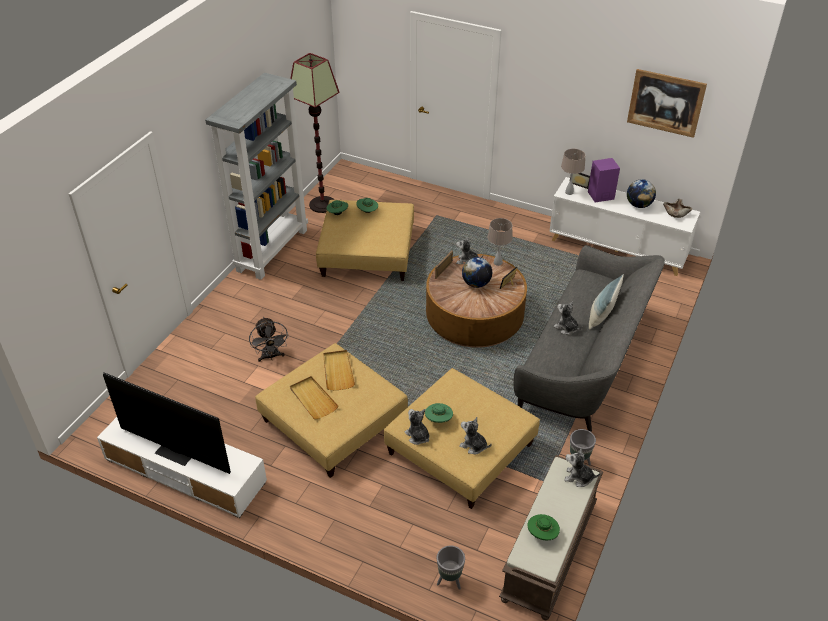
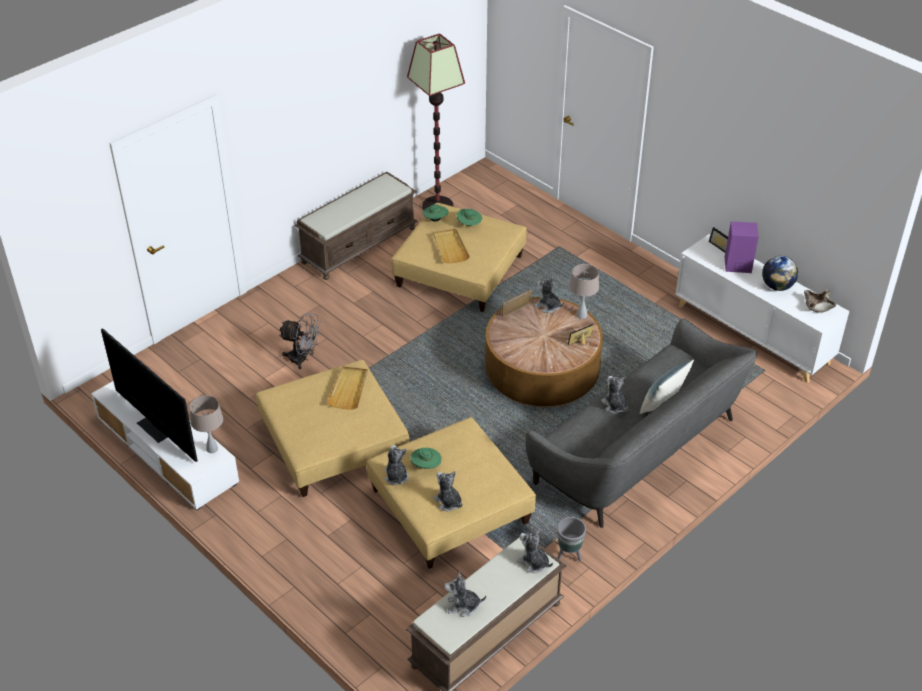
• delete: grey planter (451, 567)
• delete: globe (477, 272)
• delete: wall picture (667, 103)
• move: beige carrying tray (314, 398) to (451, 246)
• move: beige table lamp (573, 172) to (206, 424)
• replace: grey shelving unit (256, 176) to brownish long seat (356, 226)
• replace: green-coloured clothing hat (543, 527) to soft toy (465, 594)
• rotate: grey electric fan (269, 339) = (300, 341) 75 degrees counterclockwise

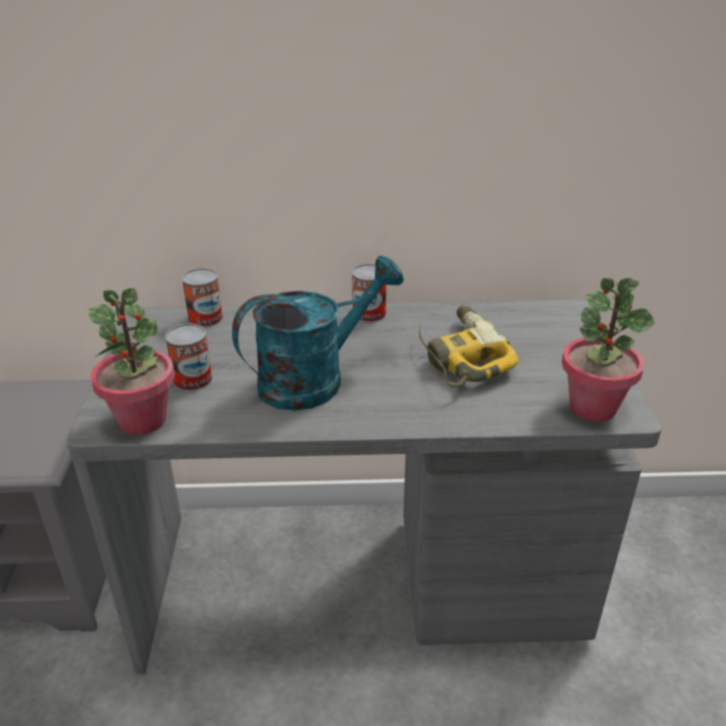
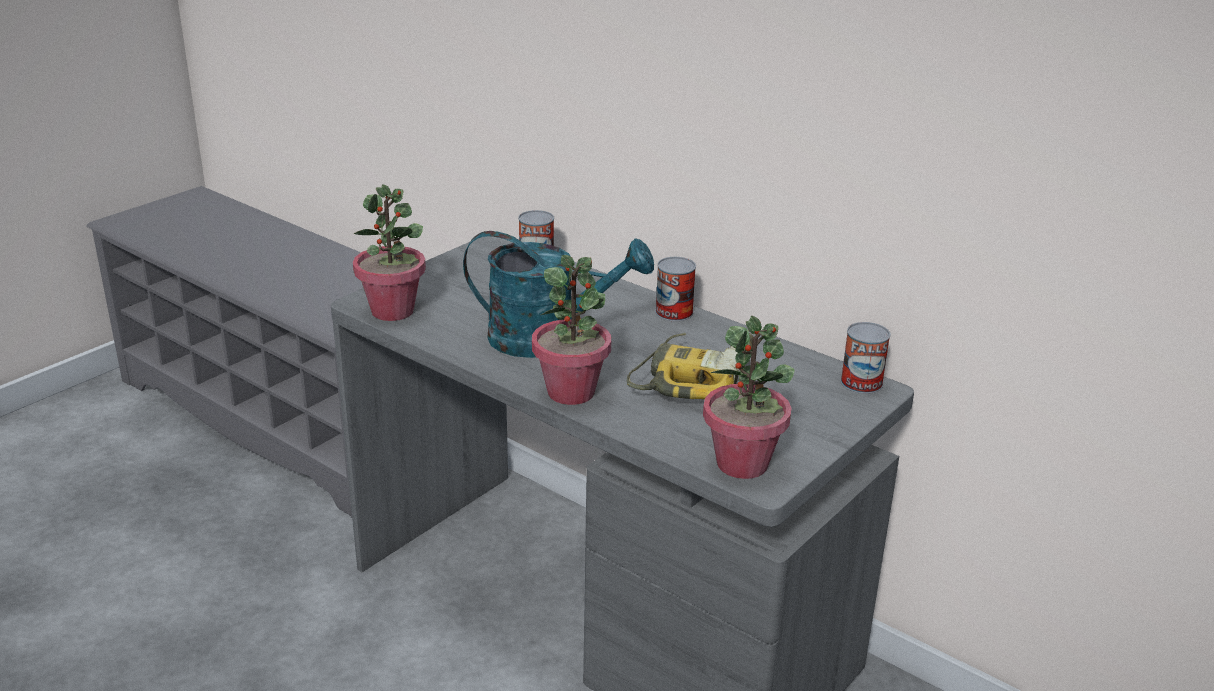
• insert: potted plant (571, 330)
• move: can (189, 357) to (865, 358)

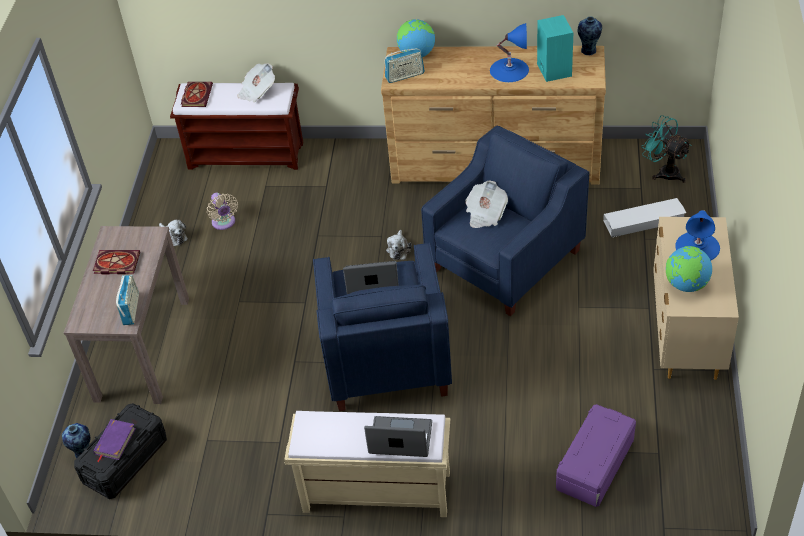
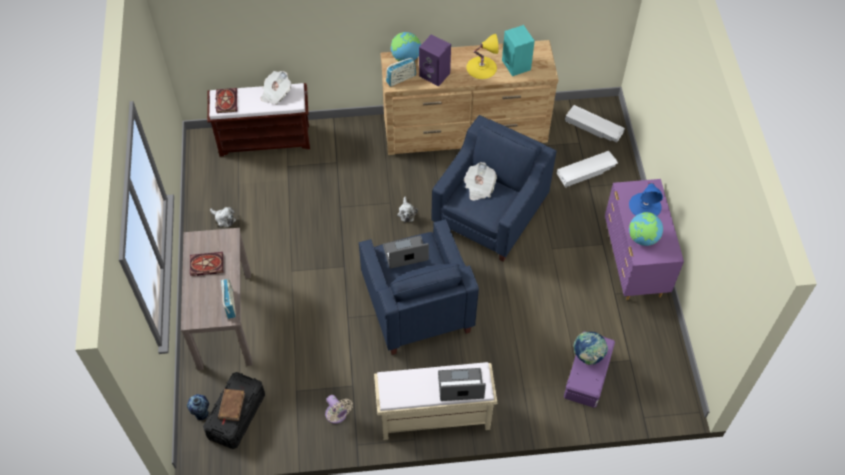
• delete: flower vase (590, 35)
• insert: purple-coloured audio speaker (435, 60)
• insert: globe (590, 348)
• move: beige electric fan (222, 211) to (339, 409)
• replace: blue-green electric fan (666, 149) to whitish storage box (595, 124)
• recolor: purple-coloured book (114, 440) to brownish book (231, 406)
• recolor: blue-coloured table lamp (509, 52) to yellowish table lamp (482, 56)
• recolor: beige dresser (696, 298) to purple-coloured dresser (644, 239)

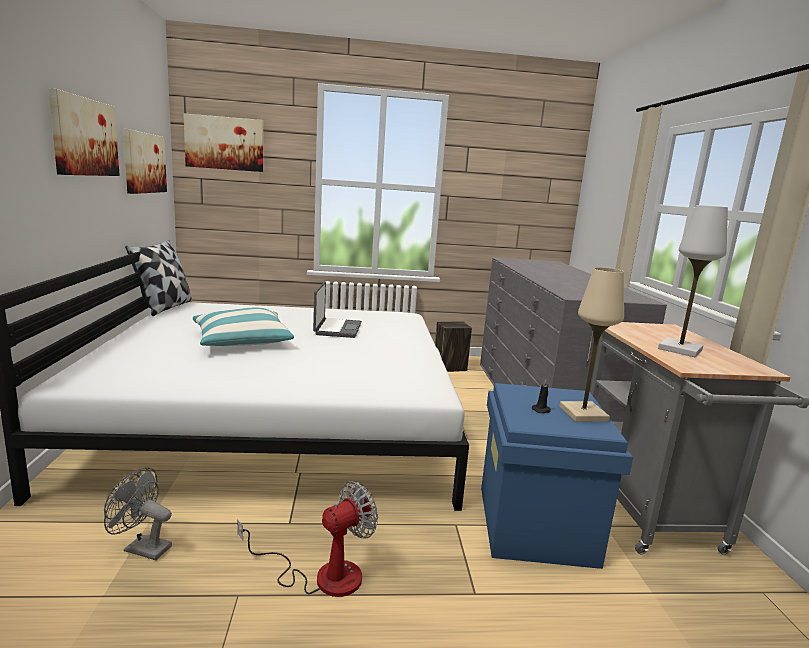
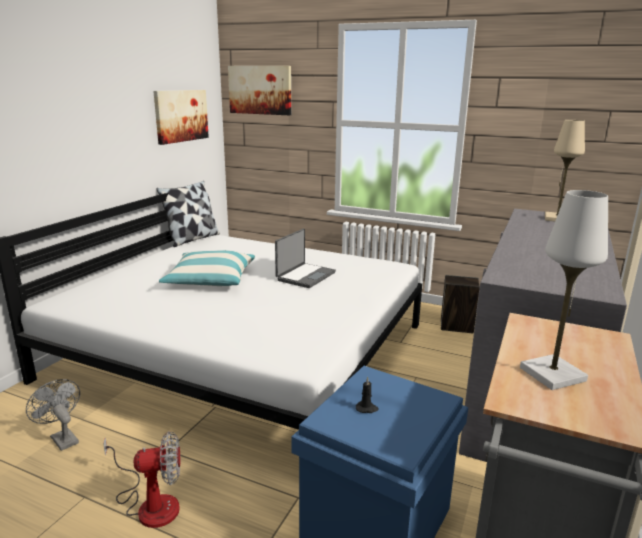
• delete: wall picture (84, 132)
• move: beige table lamp (591, 344) to (565, 170)

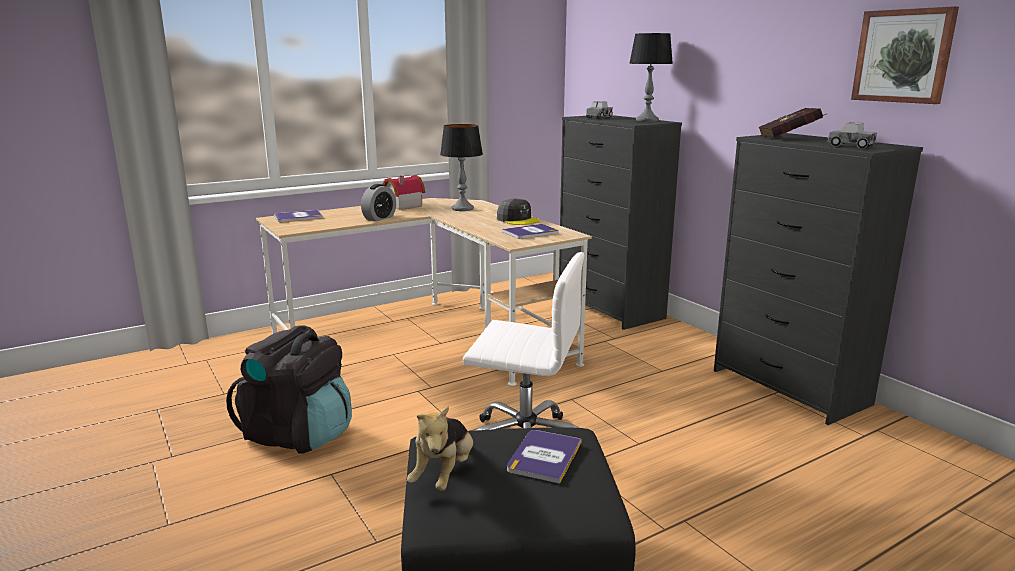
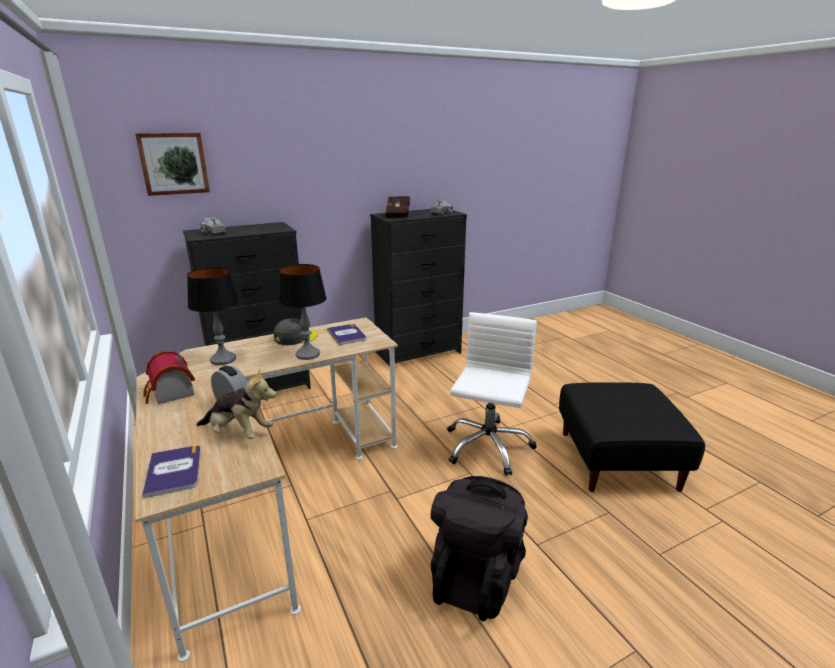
• delete: book (544, 457)
• move: soft toy (440, 448) to (237, 403)
• move: table lamp (651, 77) to (302, 312)
• move: wall picture (905, 55) to (172, 164)

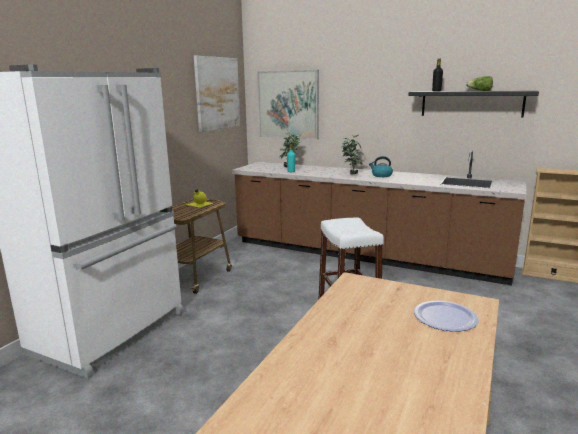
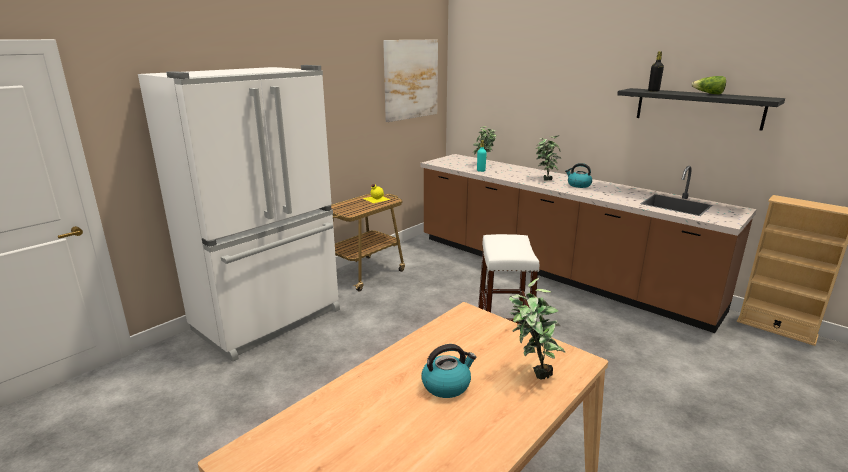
• delete: wall picture (288, 104)
• insert: tea kettle (448, 371)
• replace: dinner plate (446, 316) to potted plant (537, 328)

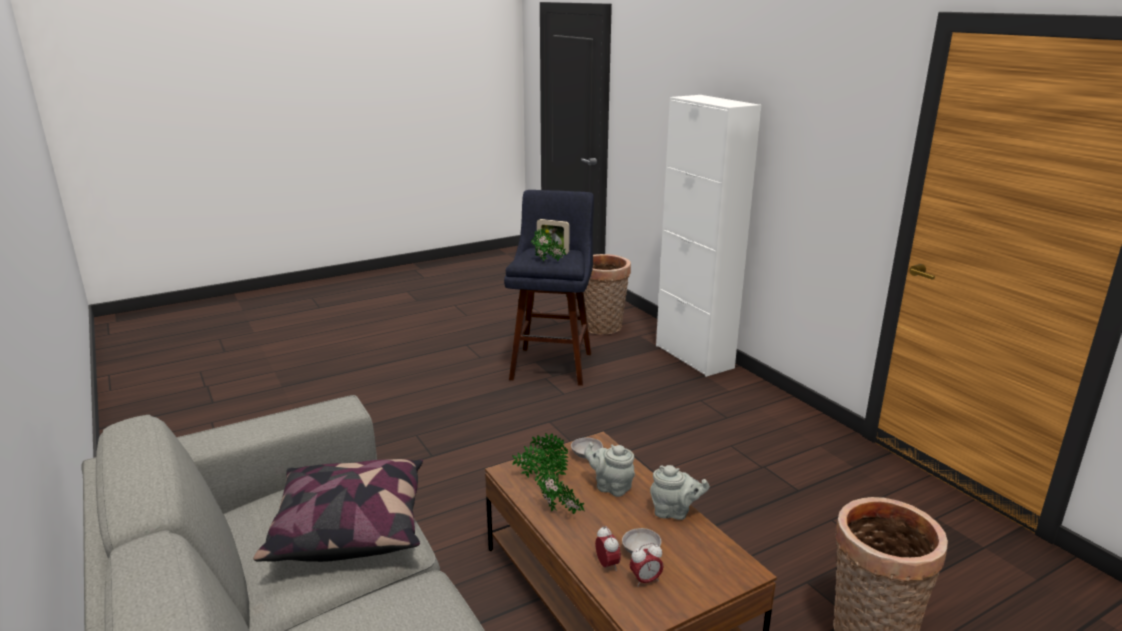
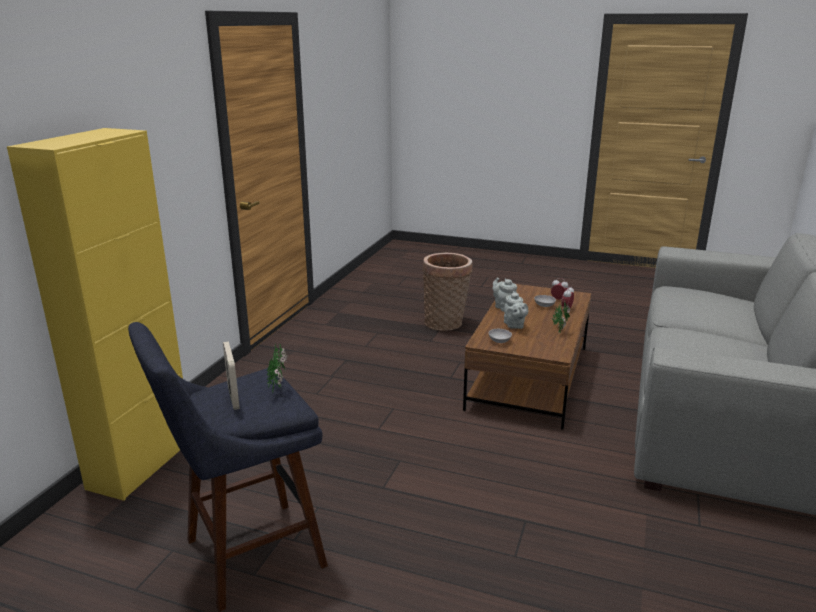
• delete: pillow (338, 510)
• delete: potted plant (540, 455)
• delete: household basket (607, 294)
• recolor: whitish cupboard (708, 236) to yellowish cupboard (95, 314)

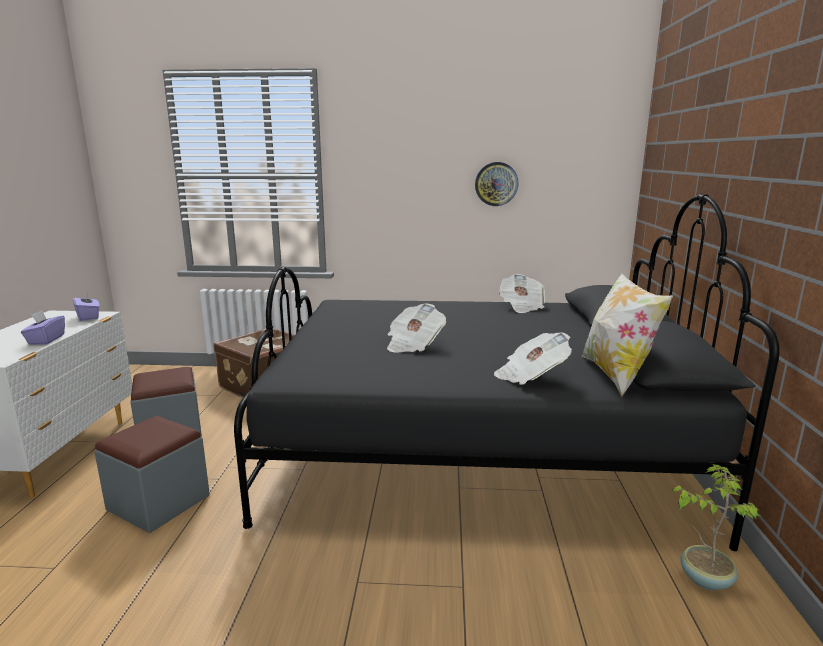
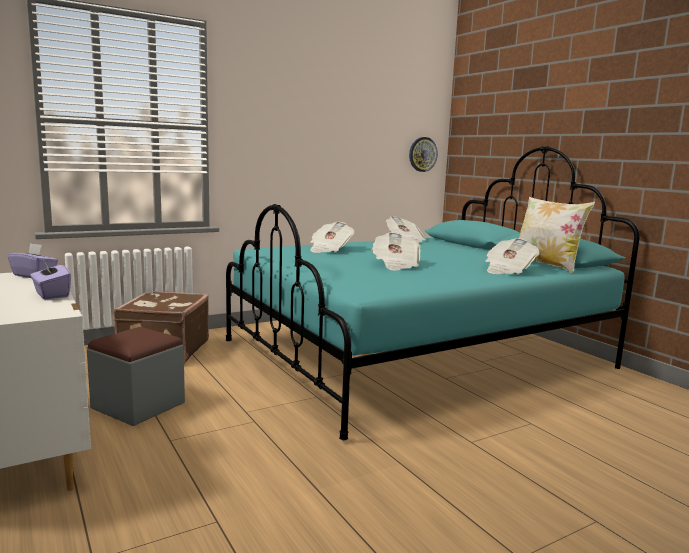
• delete: grey pouffe (152, 474)
• delete: potted plant (715, 527)
• insert: newspaper (332, 237)
• move: clock on the wall (496, 184) to (423, 154)
• recolor: black sleeping bed (507, 372) to blue-green sleeping bed (433, 293)

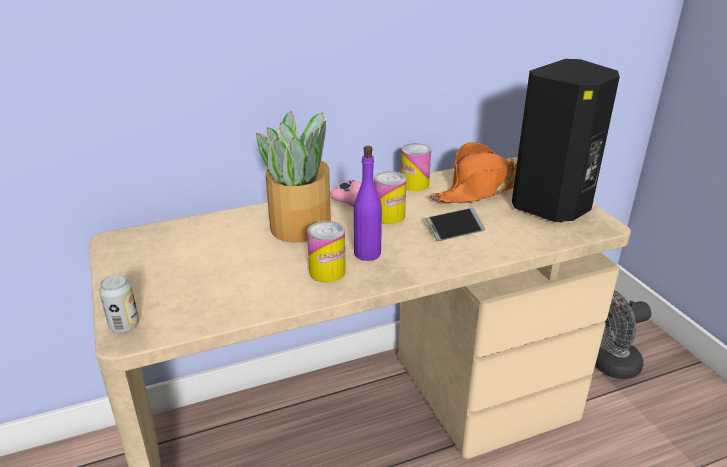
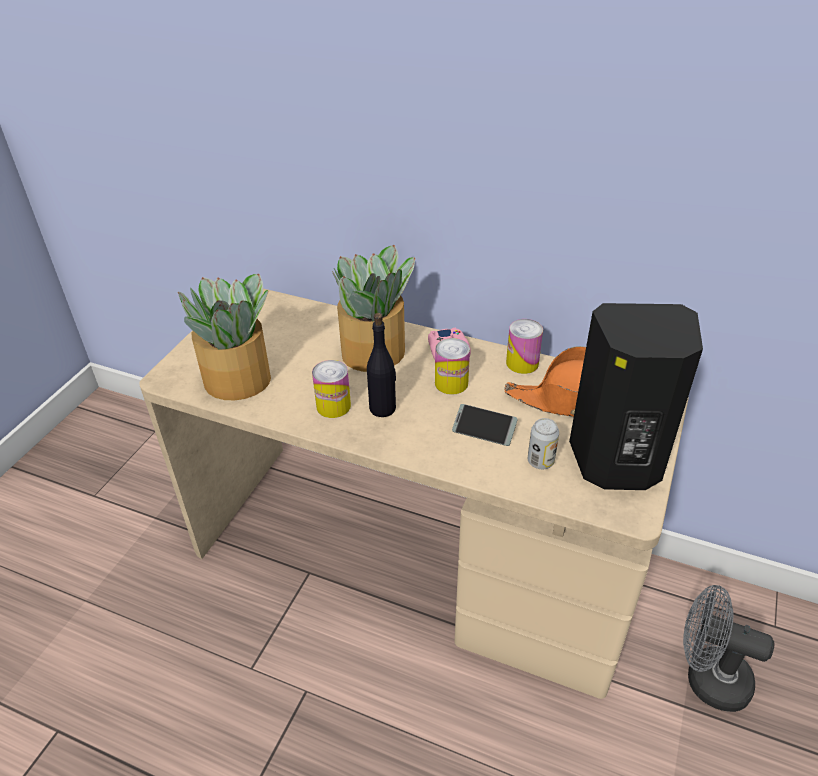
• insert: potted plant (224, 337)
• move: can (119, 303) to (543, 443)
• recolor: purple-coloured bottle (368, 203) to black bottle (381, 365)

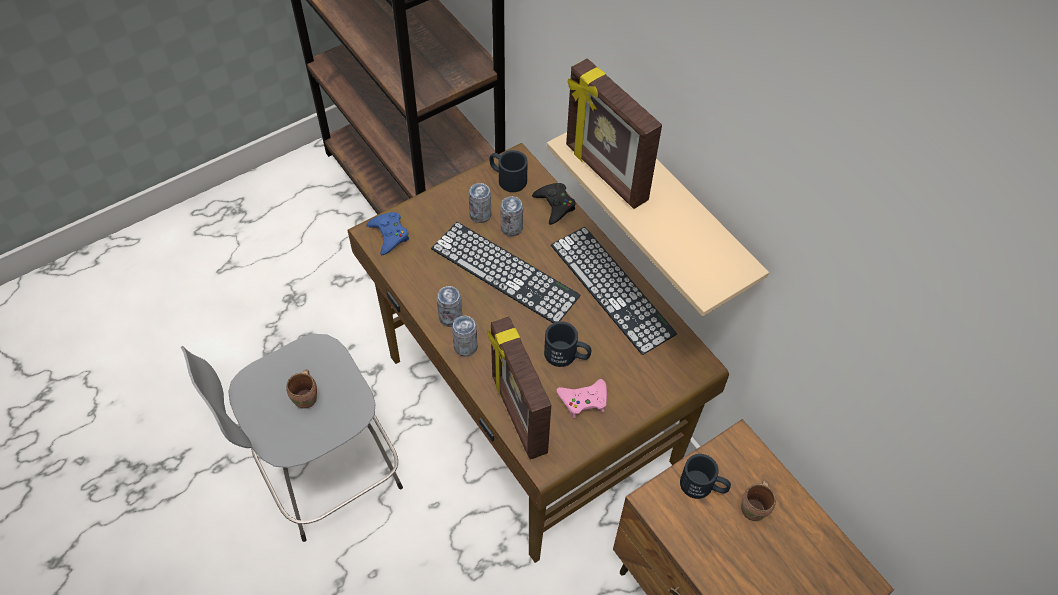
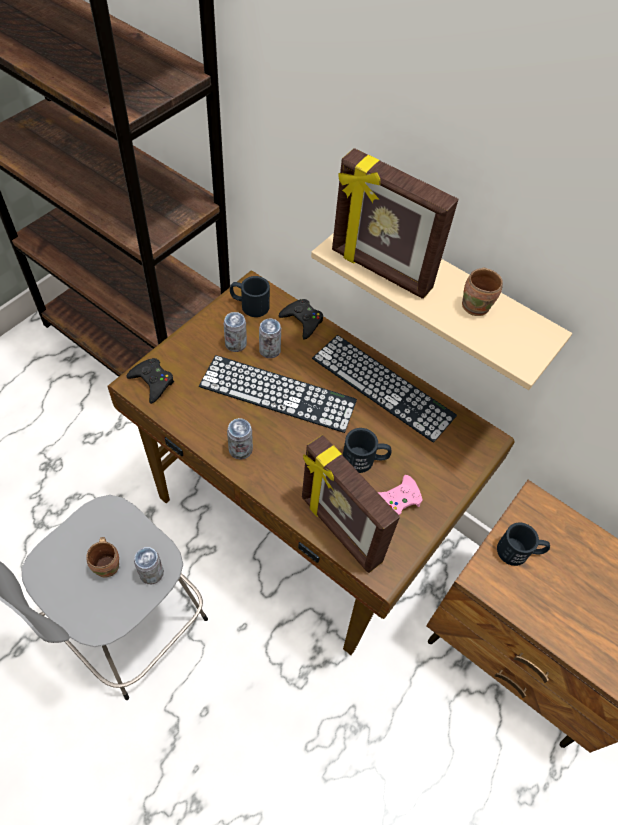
• move: can (465, 336) to (149, 565)
• move: brownish tea mug (758, 500) to (482, 291)
• recolor: blue-coloured game controller (388, 233) to black game controller (150, 381)

